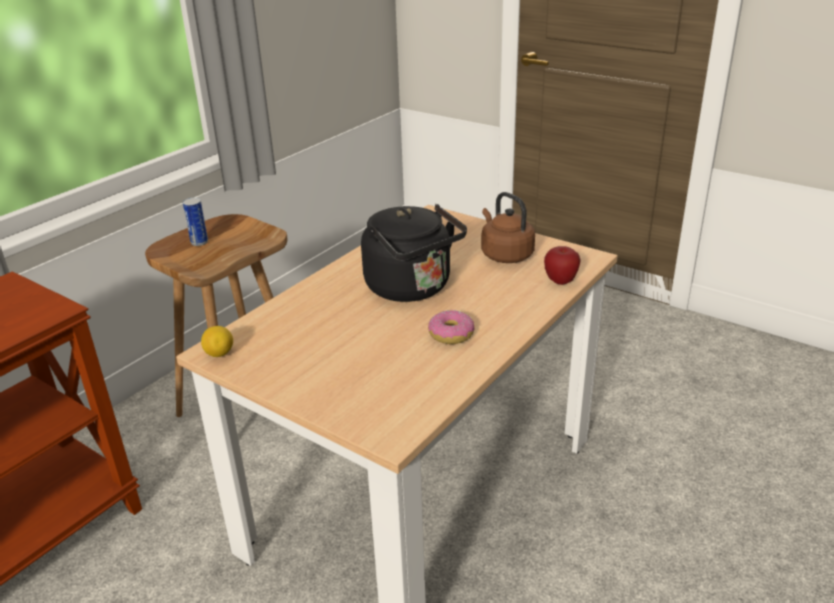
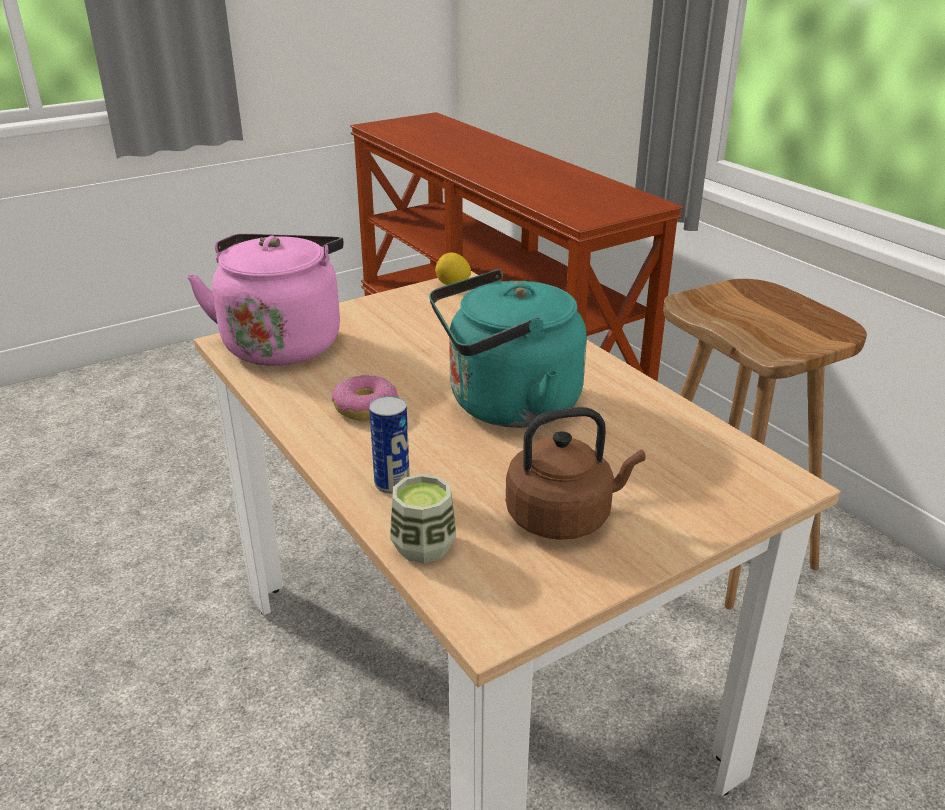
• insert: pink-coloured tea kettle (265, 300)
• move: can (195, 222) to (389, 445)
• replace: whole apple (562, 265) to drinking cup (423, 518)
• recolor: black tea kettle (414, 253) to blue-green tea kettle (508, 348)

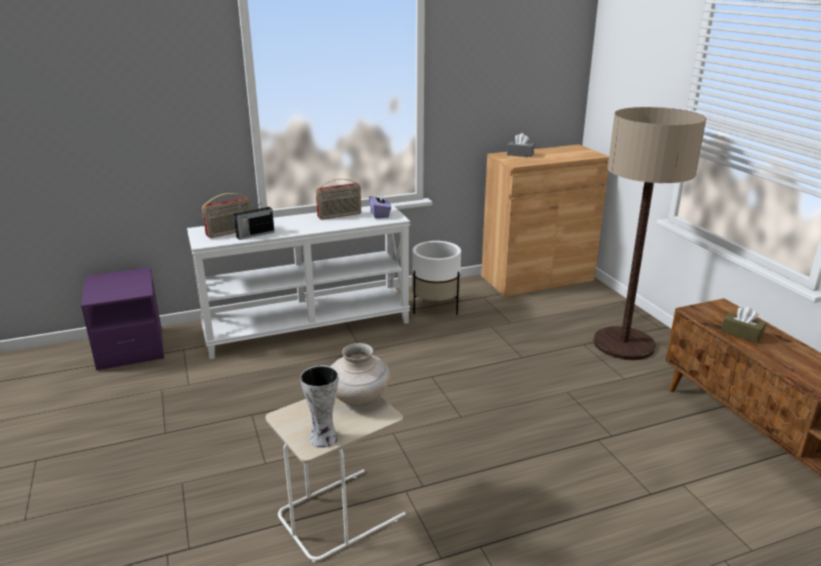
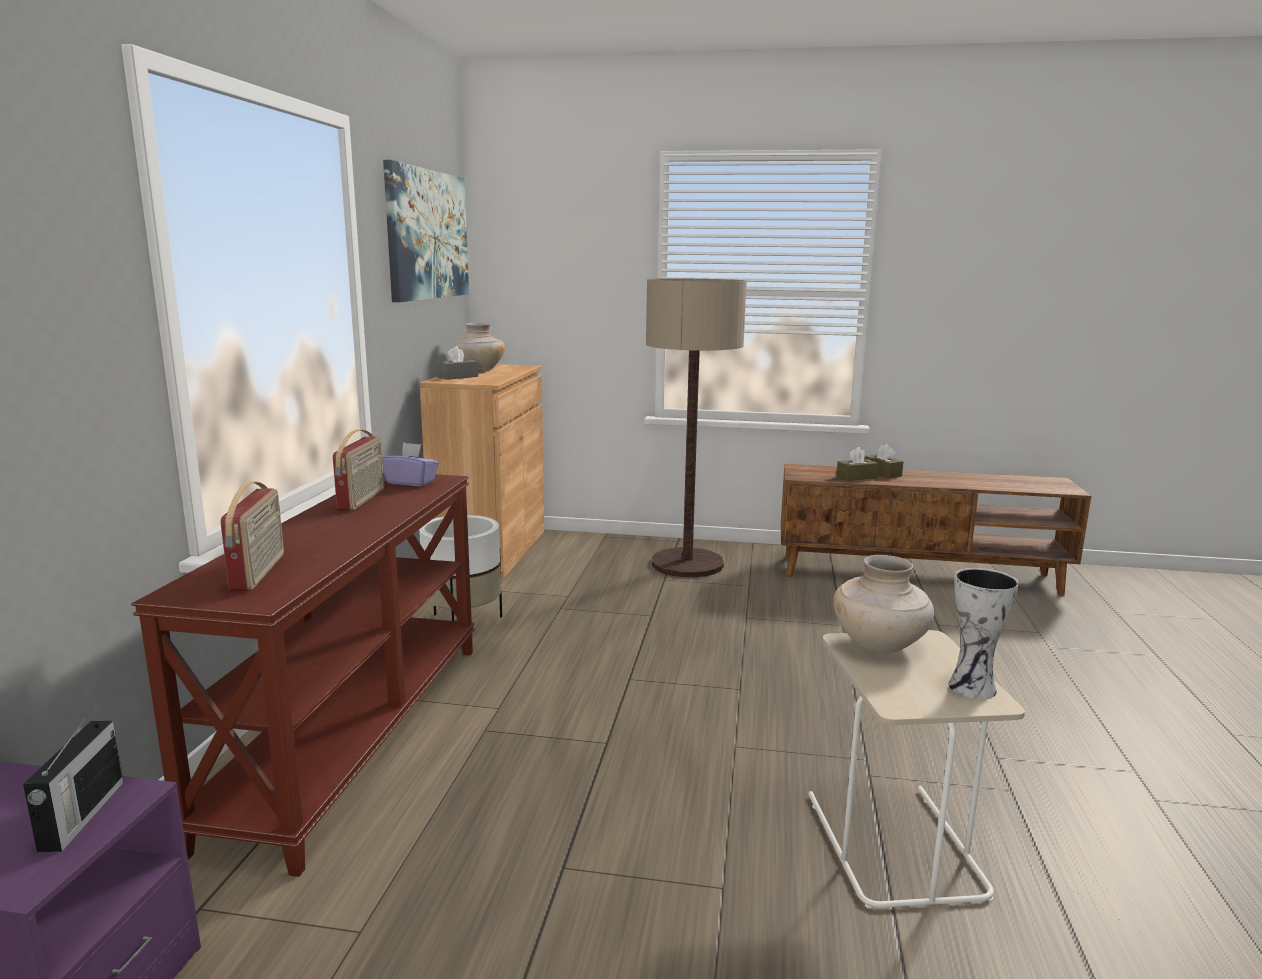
• insert: wall picture (426, 231)
• insert: beige flower vase (479, 347)
• insert: brownish tissue box (883, 461)
• move: radio set (254, 221) to (73, 781)
• recolor: whitish hall table (298, 281) to brownish hall table (303, 675)

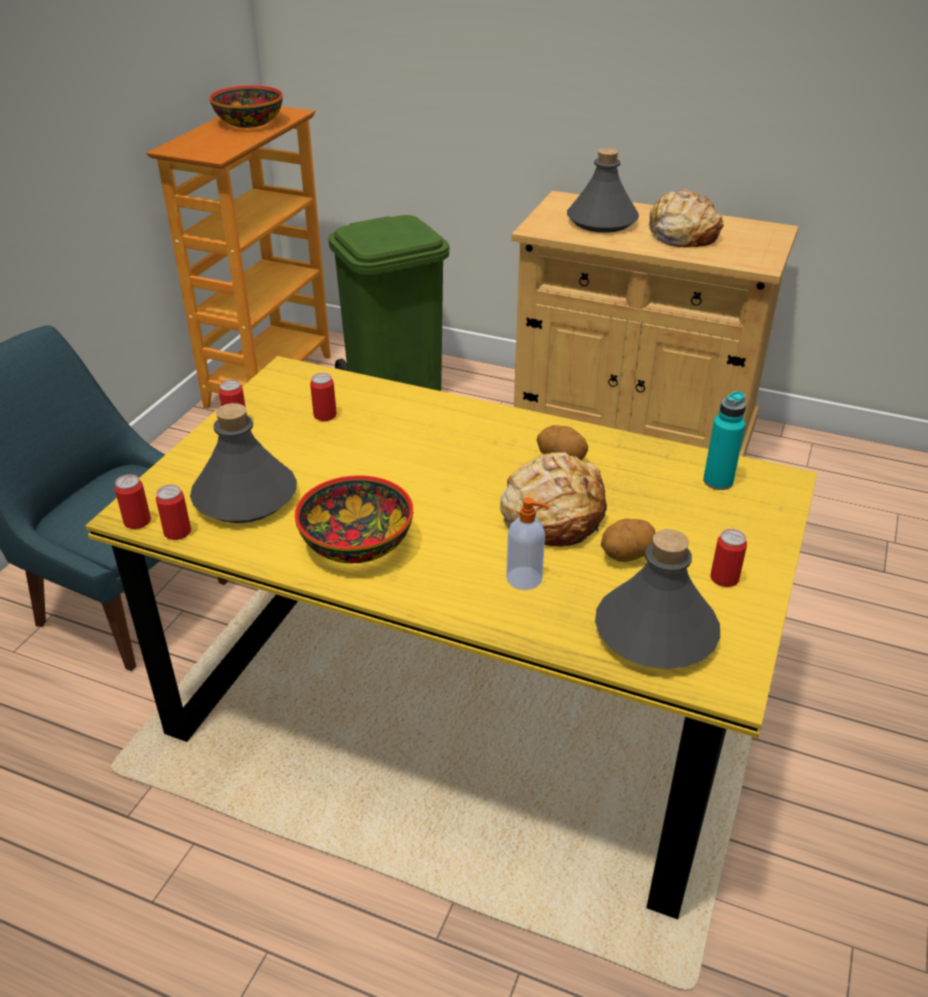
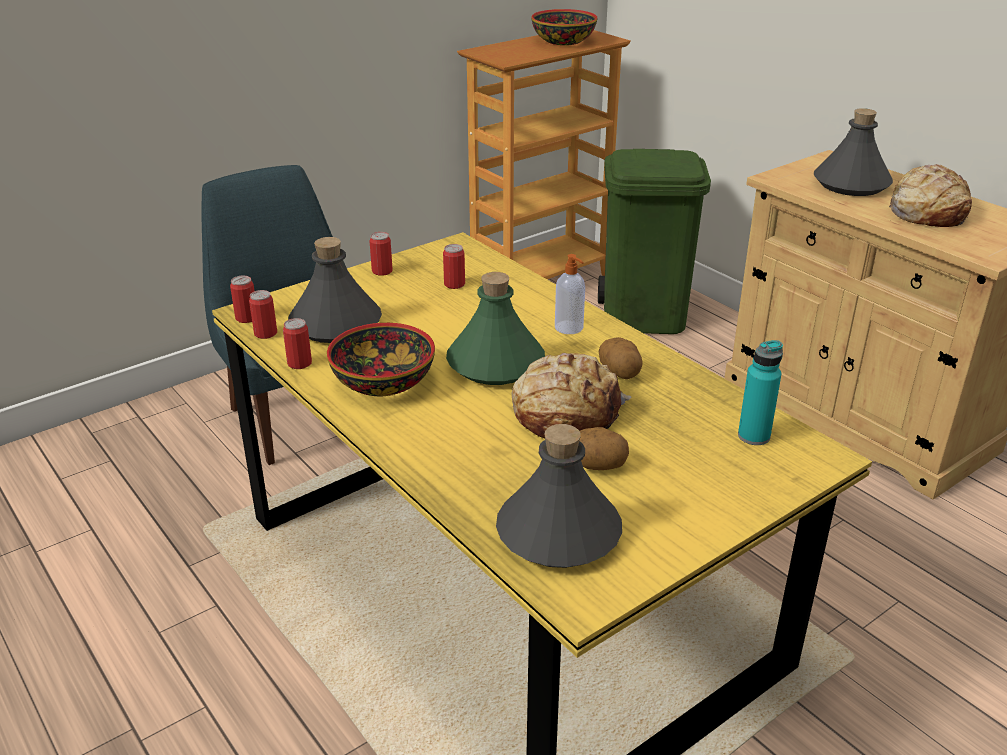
• insert: green-coloured bottle (495, 328)
• move: soap dispenser (527, 543) to (570, 294)
• move: can (729, 558) to (297, 343)

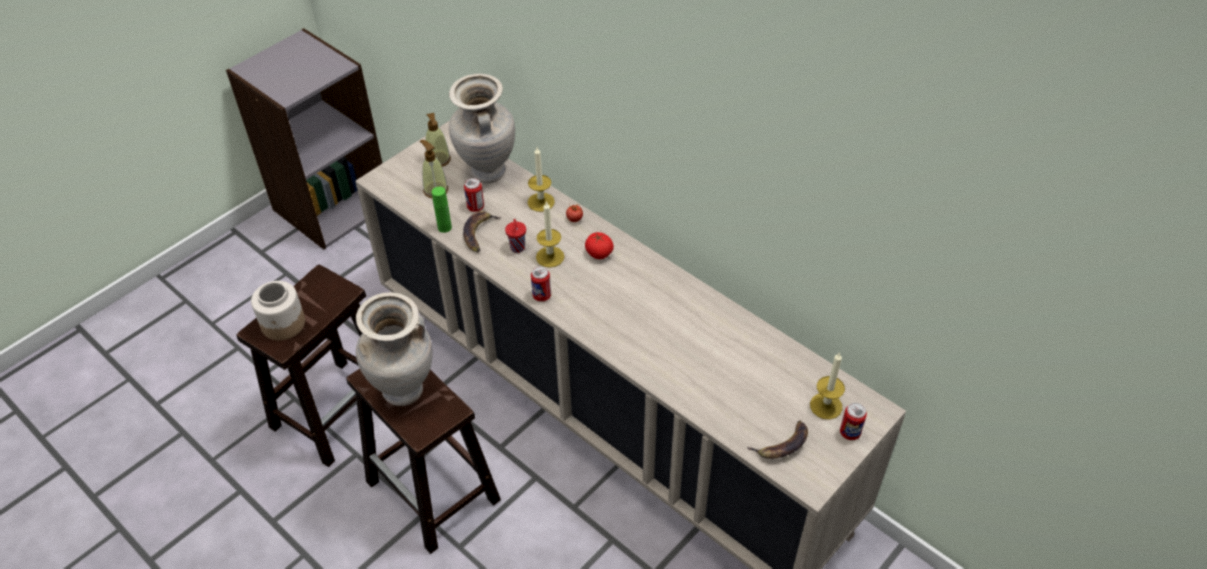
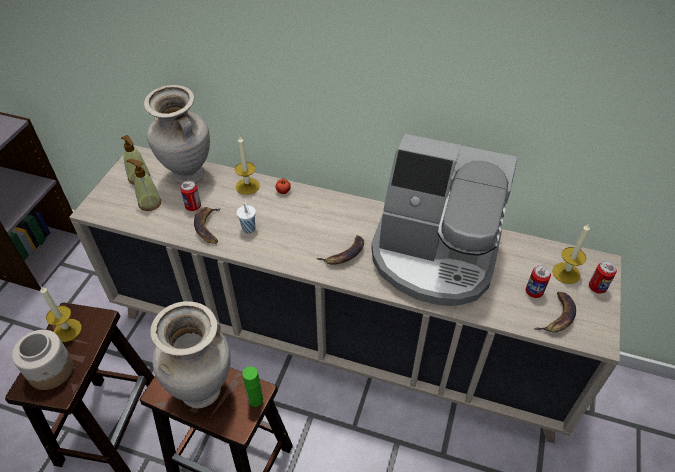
• delete: tomato (599, 245)
• insert: whole banana (340, 250)
• insert: coffee maker (444, 220)
• move: green-coloured bottle (442, 210) to (253, 386)
• move: can (541, 284) to (538, 281)
• move: wax light (550, 234) to (61, 314)
• recolor: red drinking cup (515, 236) to whitish drinking cup (246, 218)

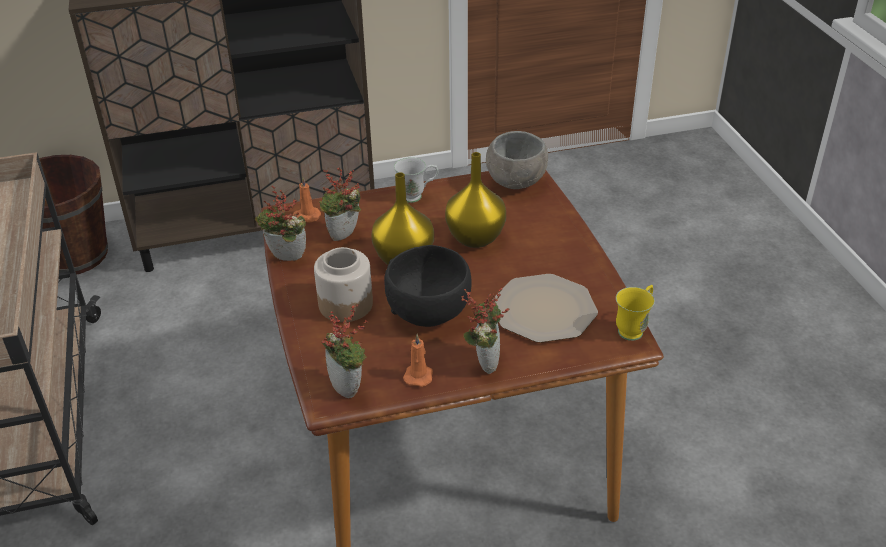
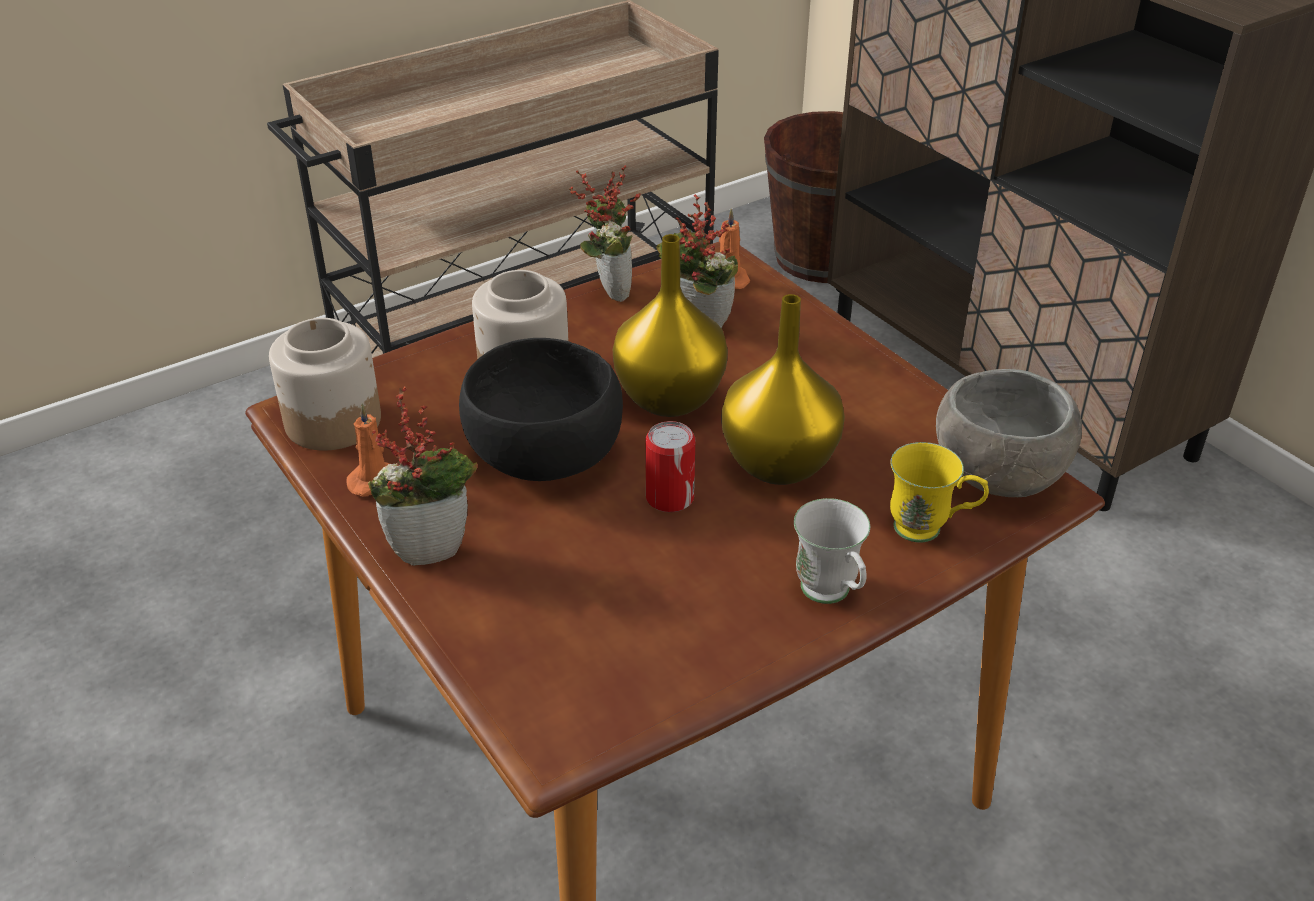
• delete: dinner plate (546, 308)
• insert: can (670, 466)
• move: whitish tea mug (416, 180) to (832, 551)
• move: yellowish tea mug (635, 313) to (939, 492)
• replace: potted plant (345, 350) to preserve jar (325, 384)

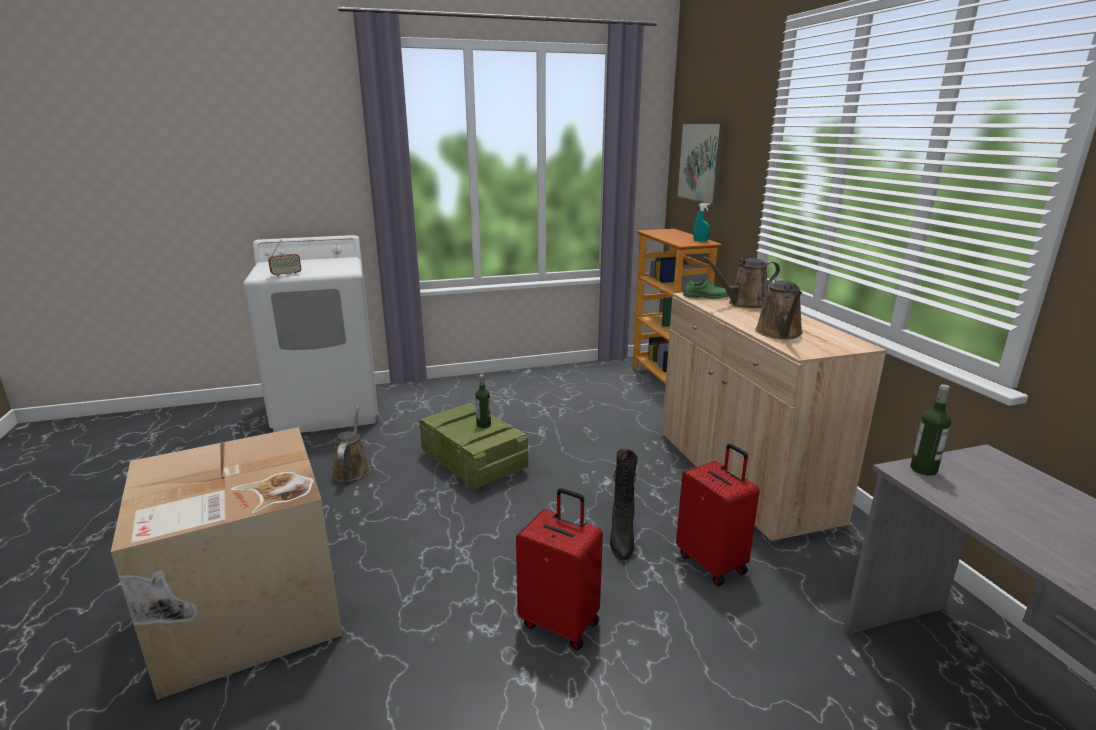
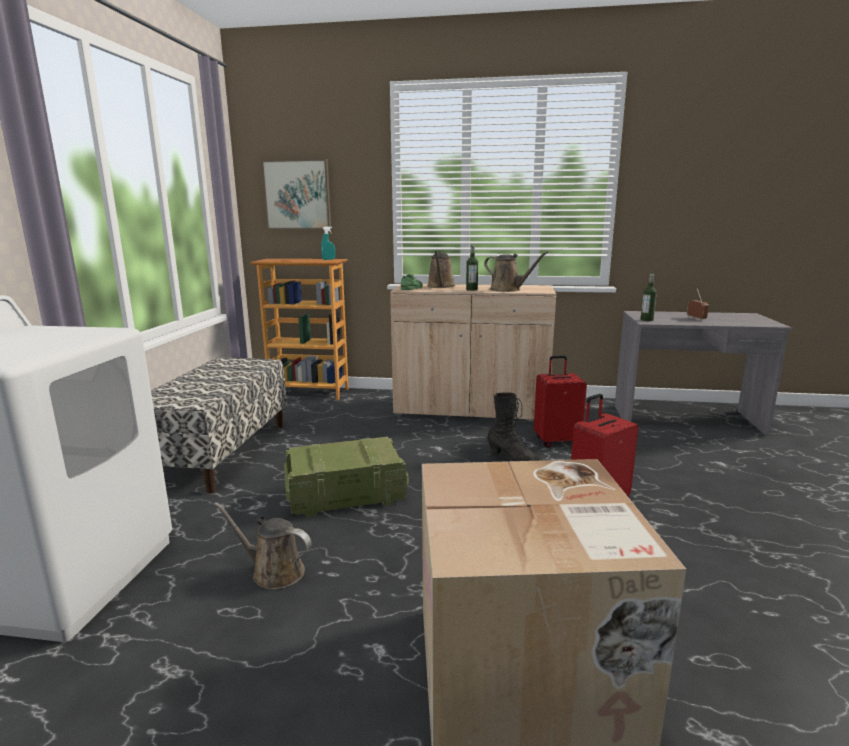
• insert: long seat (219, 426)
• move: radio set (284, 258) to (698, 304)
• move: bottle (483, 401) to (472, 268)

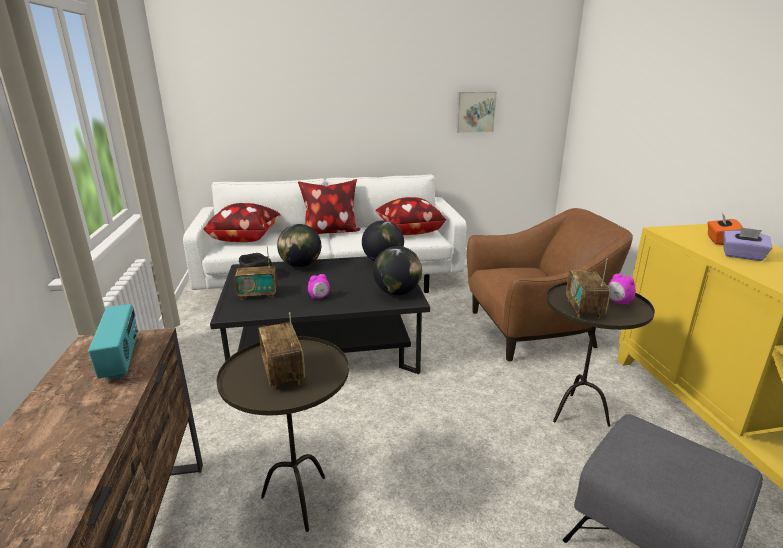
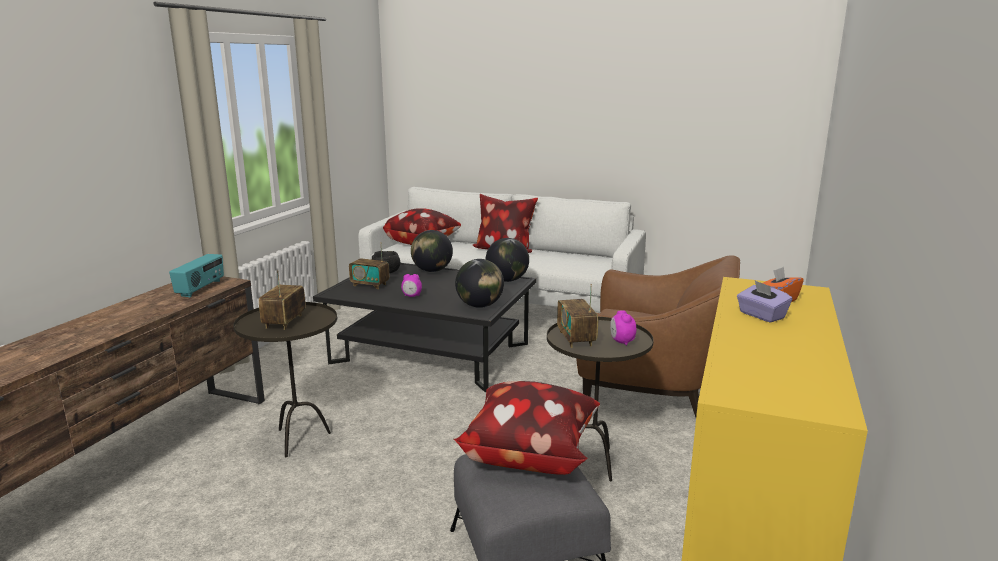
• delete: wall picture (476, 112)
• move: pillow (410, 216) to (527, 428)
• rotate: radio set (588, 289) = (577, 316) 45 degrees counterclockwise

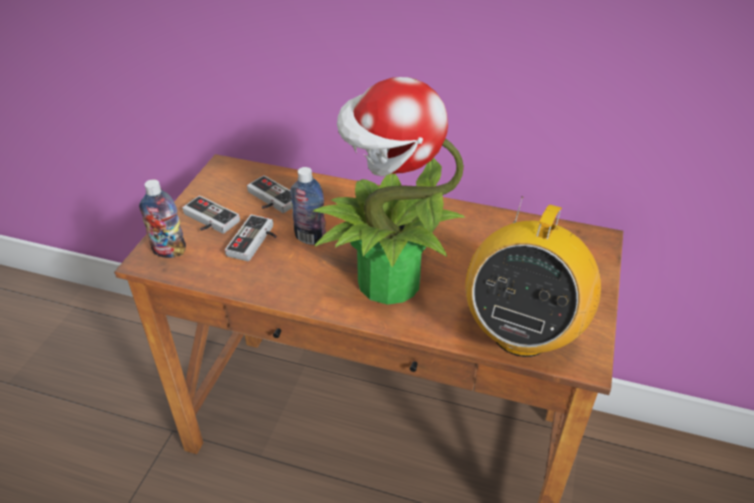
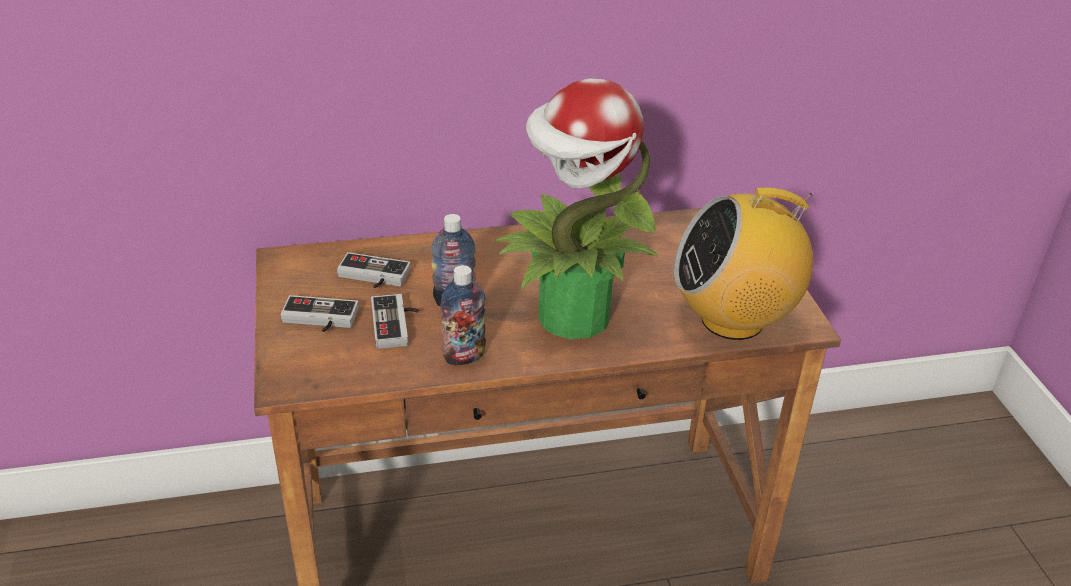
• move: bottle (162, 218) to (463, 315)
• rotate: radio set (533, 276) = (743, 263) 90 degrees clockwise

